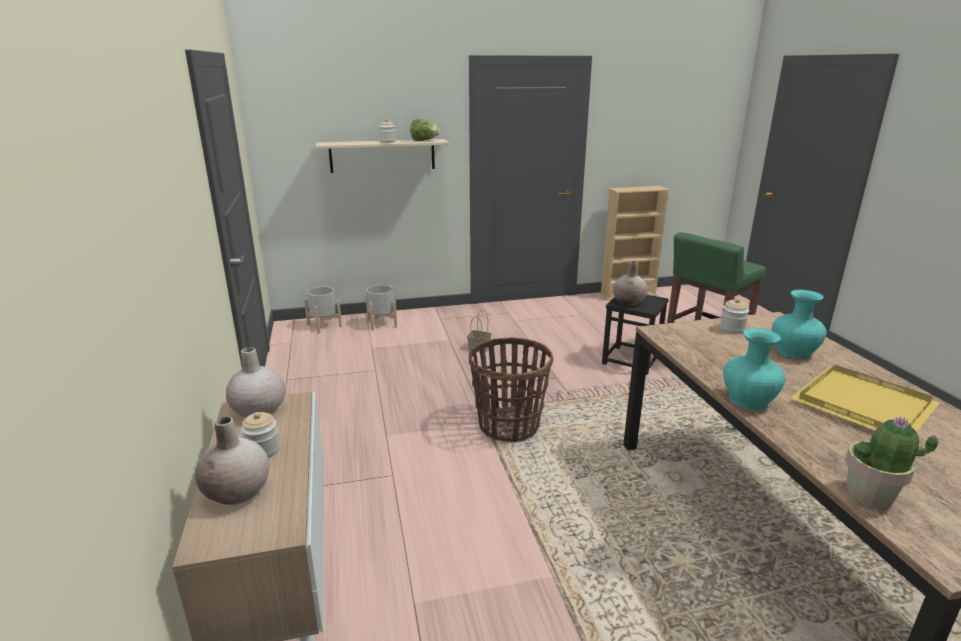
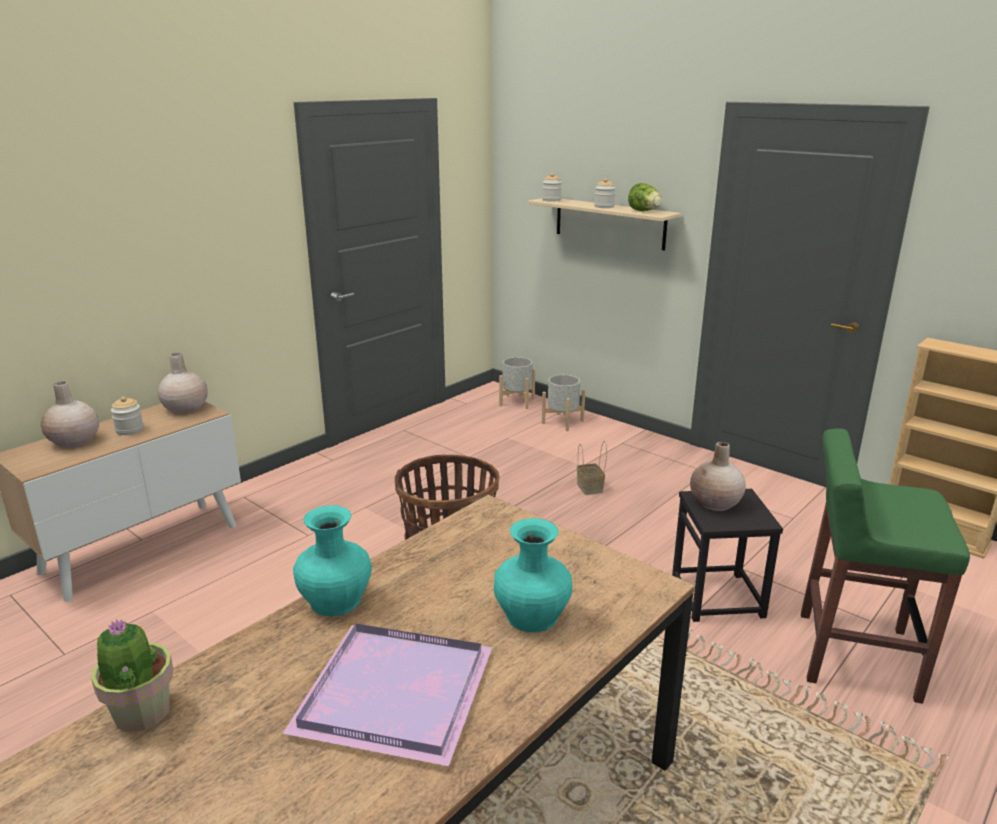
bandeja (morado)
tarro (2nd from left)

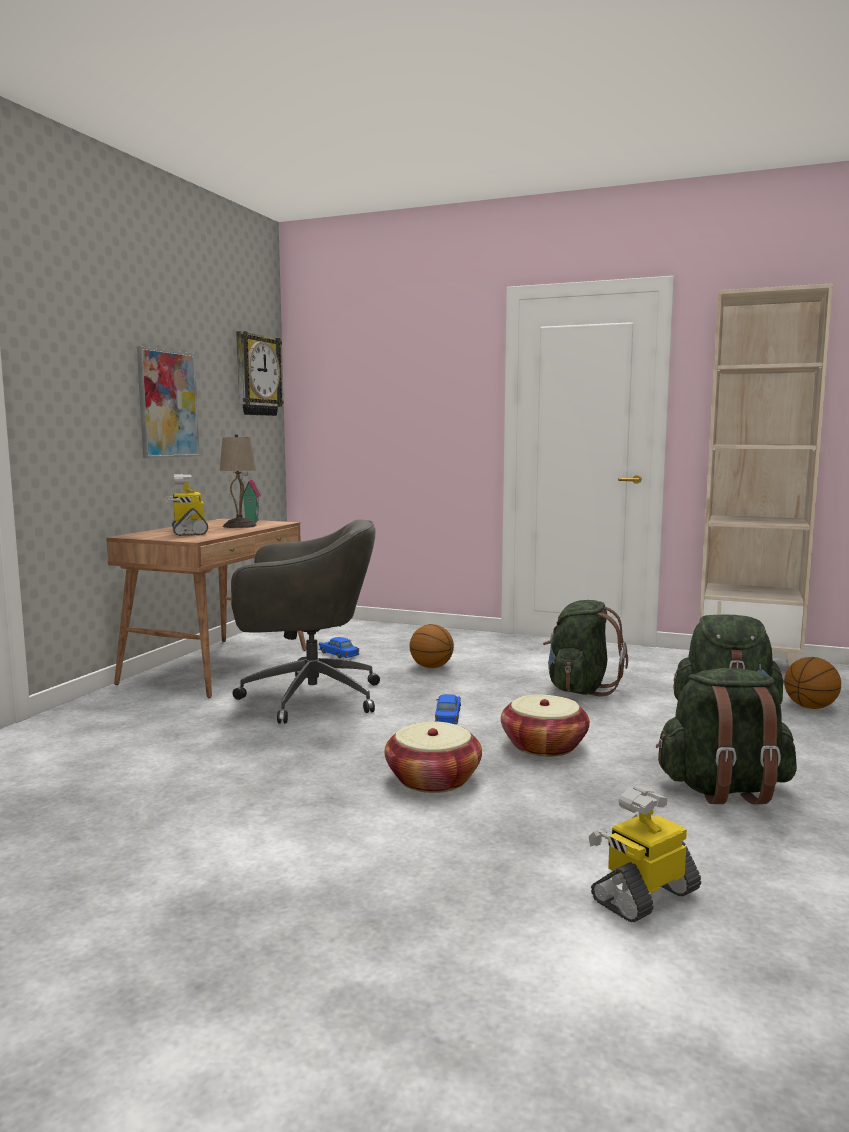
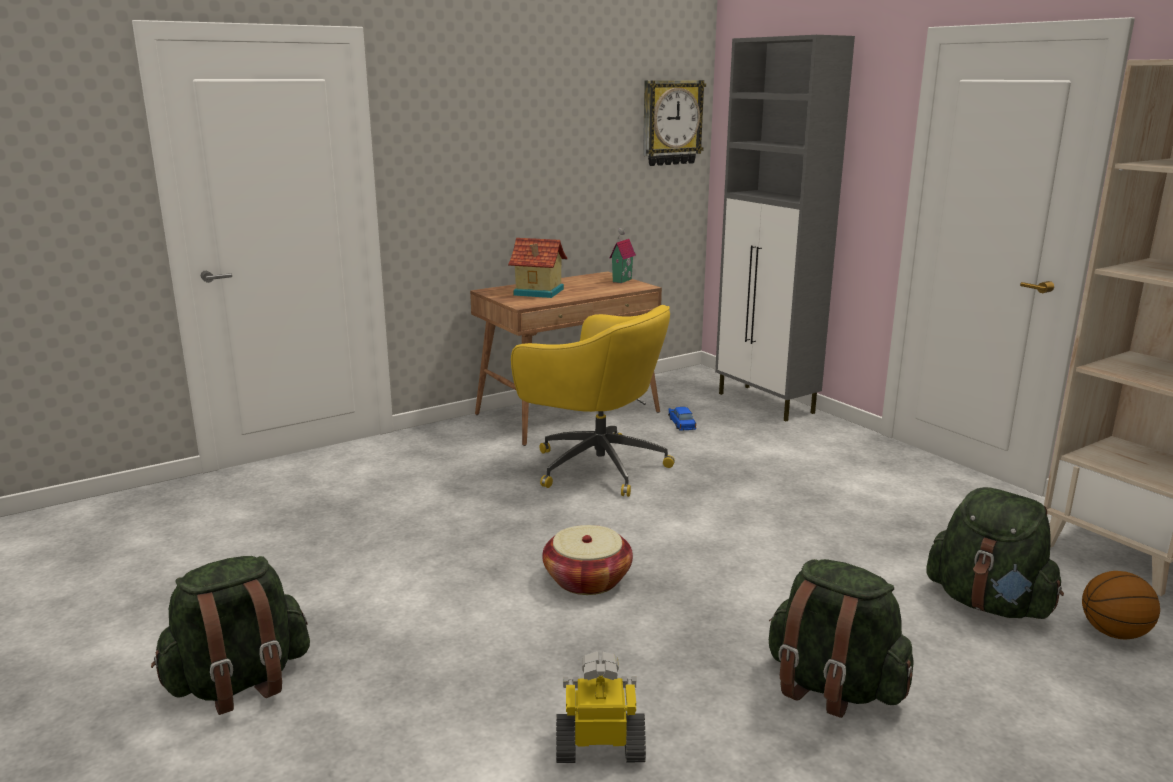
mochila (verde) (1st from left)
casita (1st from left)
silla de oficina (amarillo)
armario (gris)
cuadro
lámpara de mesa (beis)
balón de baloncesto (1st from left in the first image)
coche de juguete (azul) (2nd from left in the first image)
cesta (2nd from left in the first image)

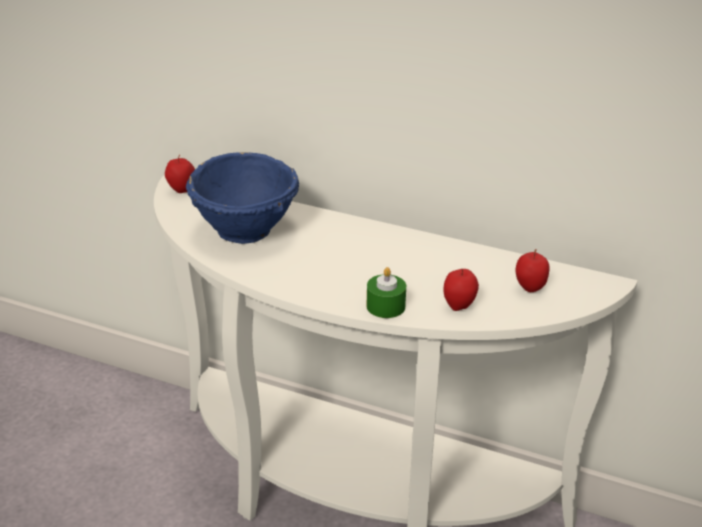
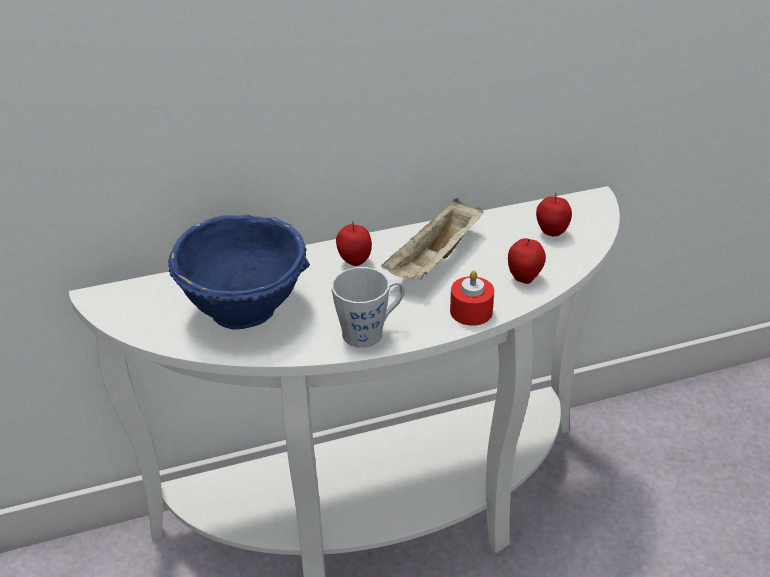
taza grande (gris)
manzana (1st from left)
bandeja (beis)
vela (rojo)

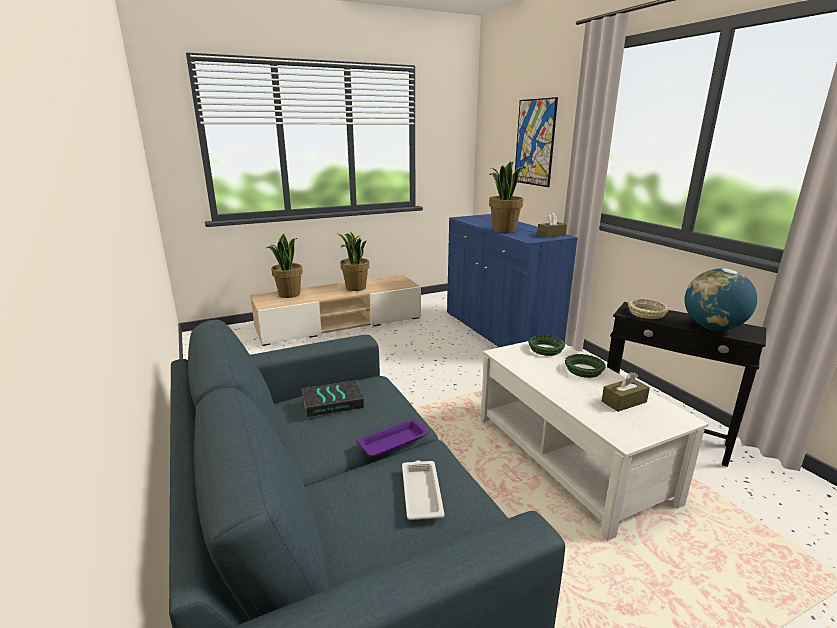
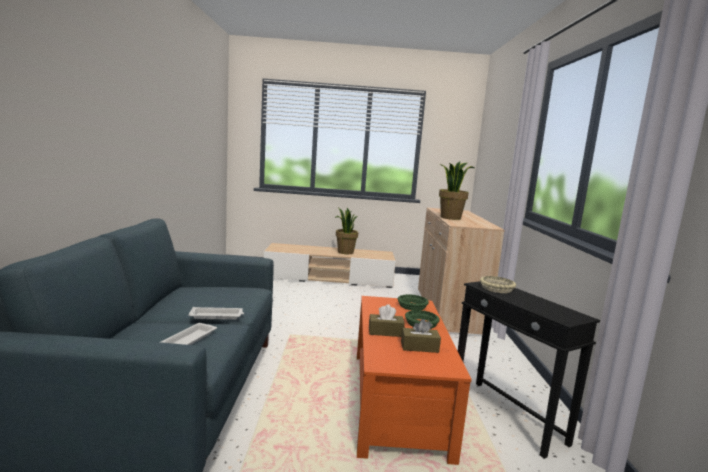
bandeja (blanco) (2nd from left)
mesa de centro (naranja)
caja de pañuelos (marrón) (1st from left)
armario (beis)
planta en maceta (1st from left in the first image)
libro
cuadro
globo terráqueo

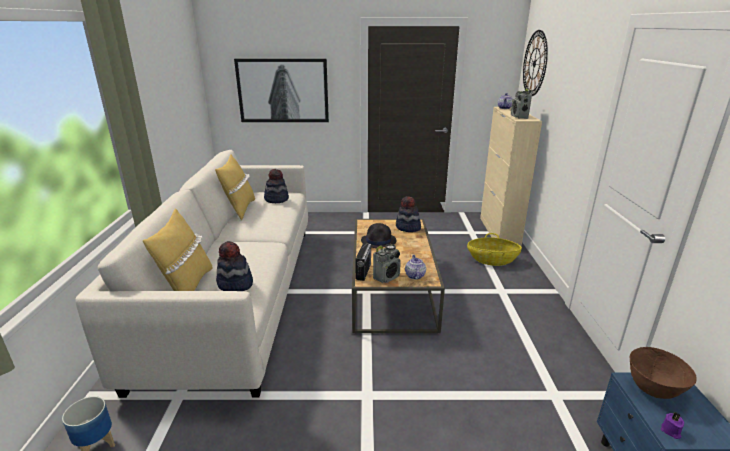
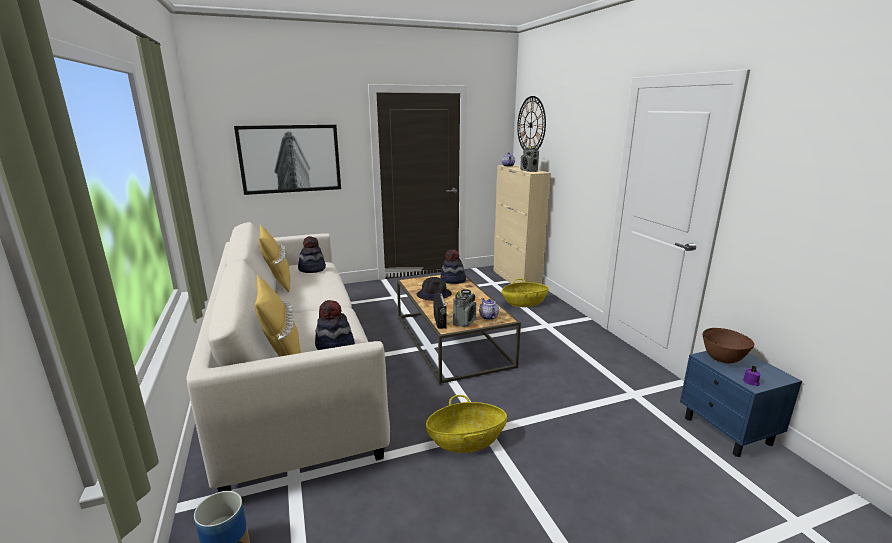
cesta (1st from left)

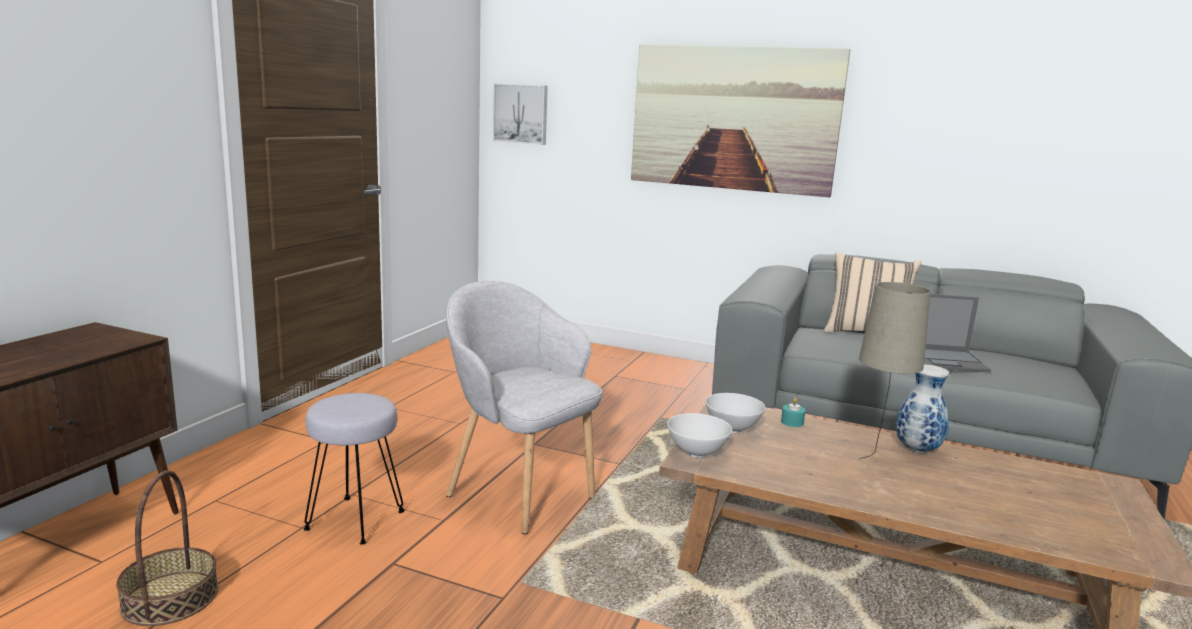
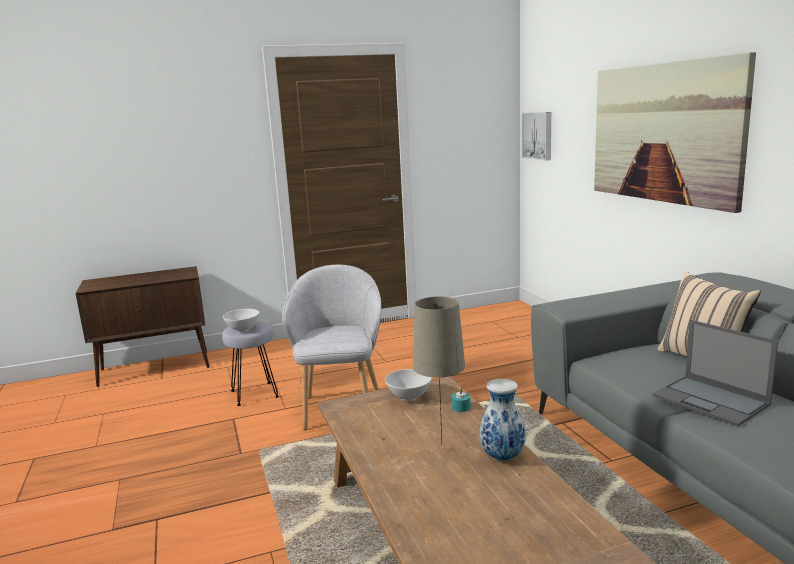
cuenco (blanco) (1st from left)
cesta

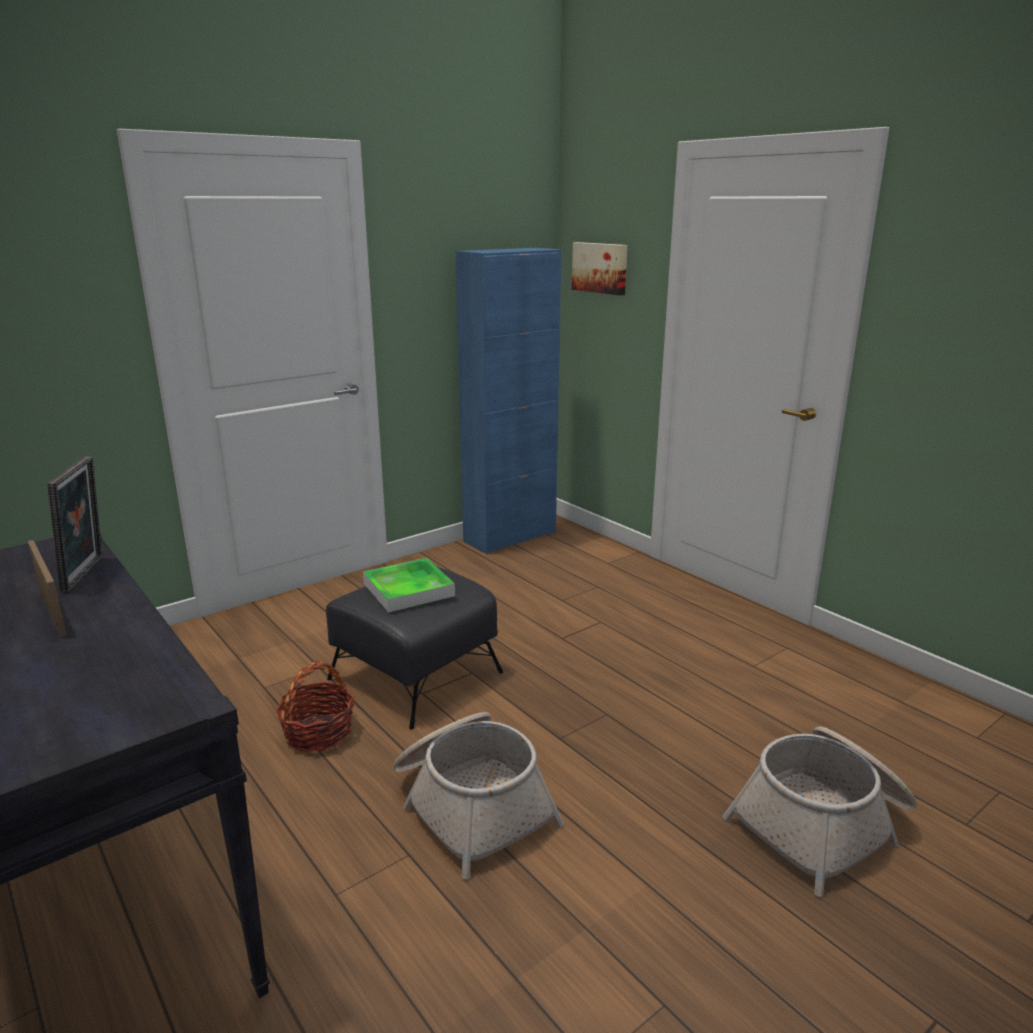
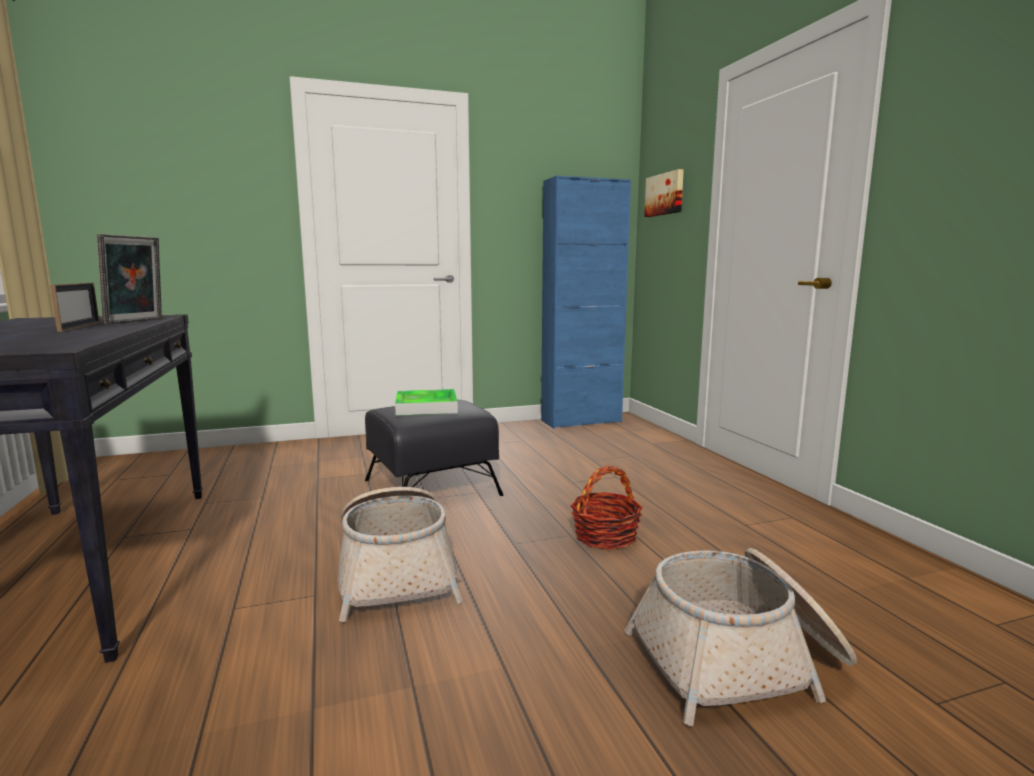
cesta (2nd from left)

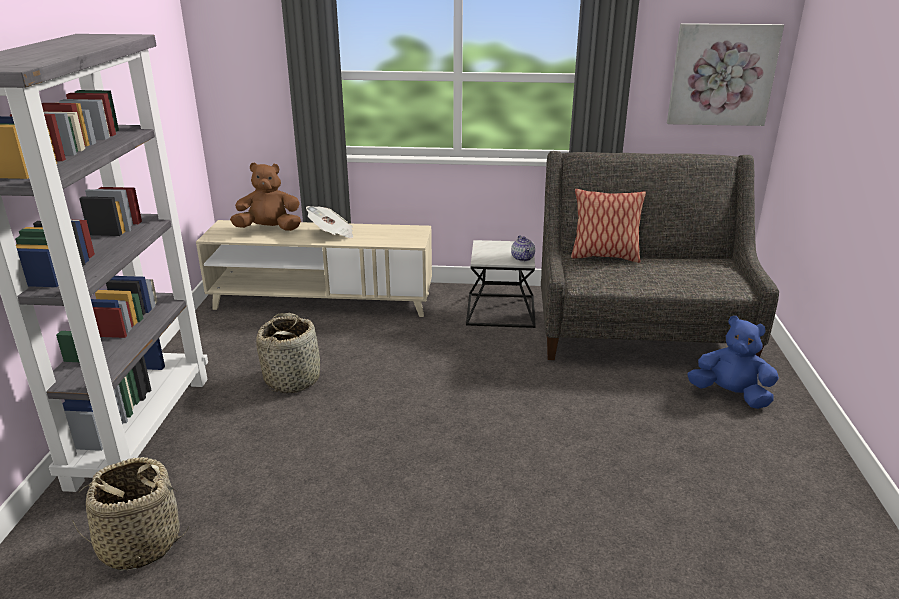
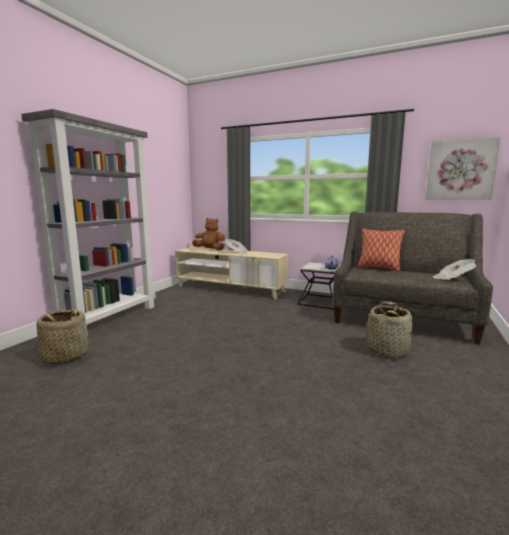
cesta (2nd from left)
periódico (2nd from left)
peluche (azul)

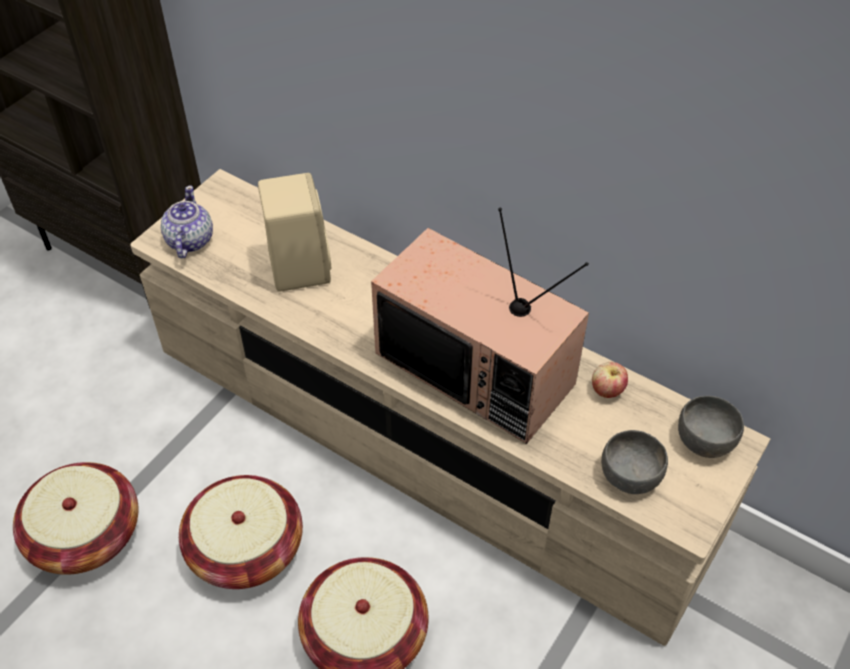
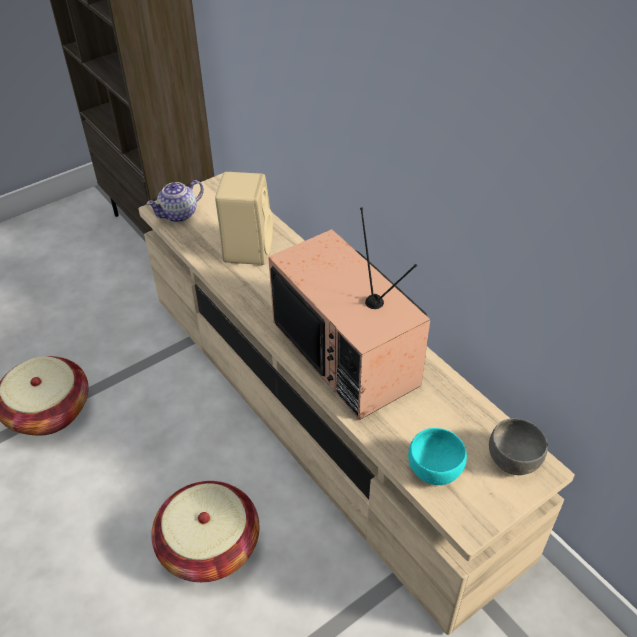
tetera
cuenco (turquesa)
cesta (2nd from left in the first image)
manzana

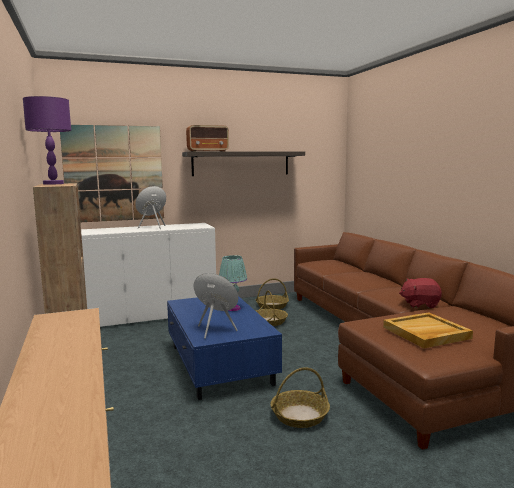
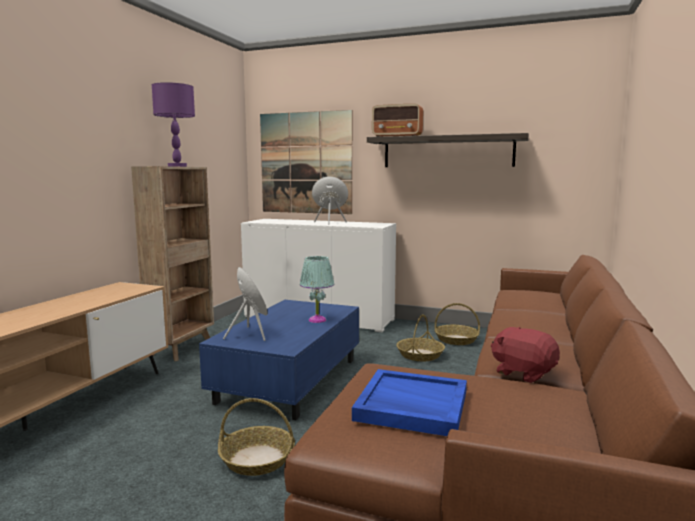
bandeja (azul)

